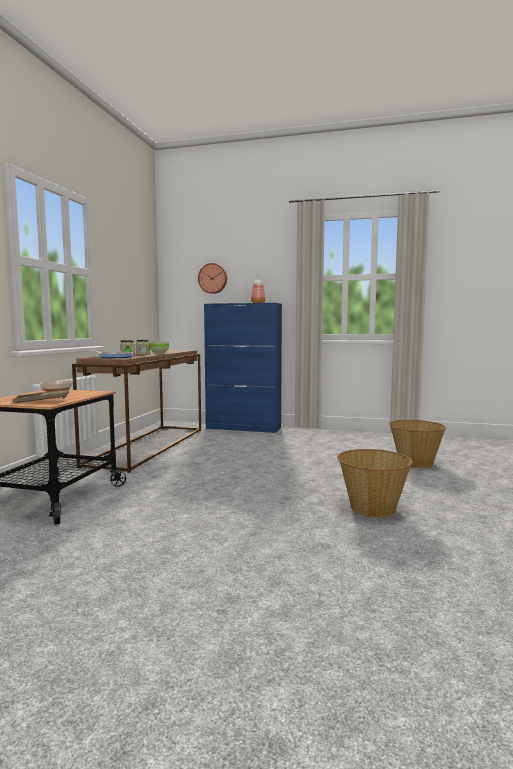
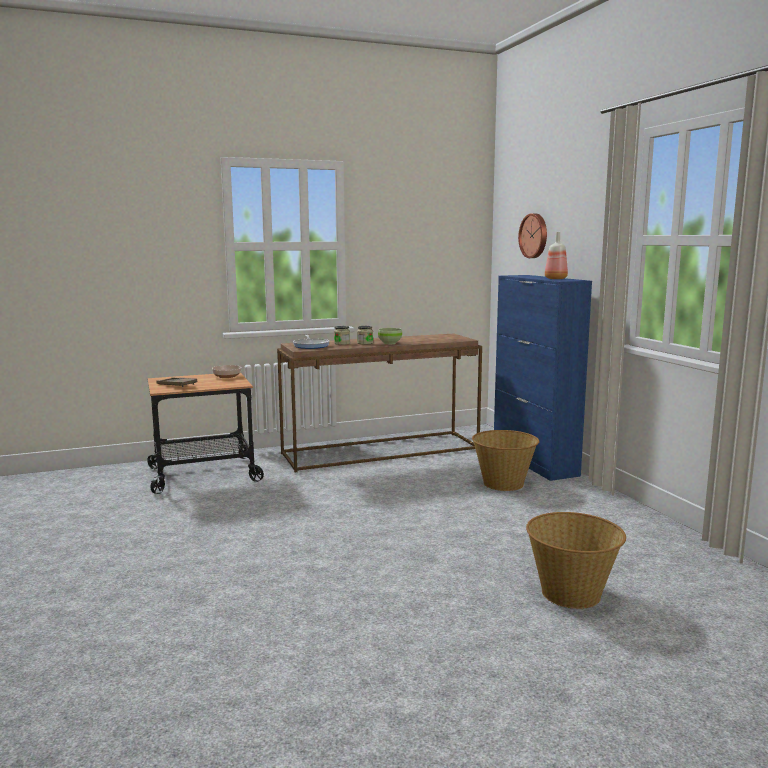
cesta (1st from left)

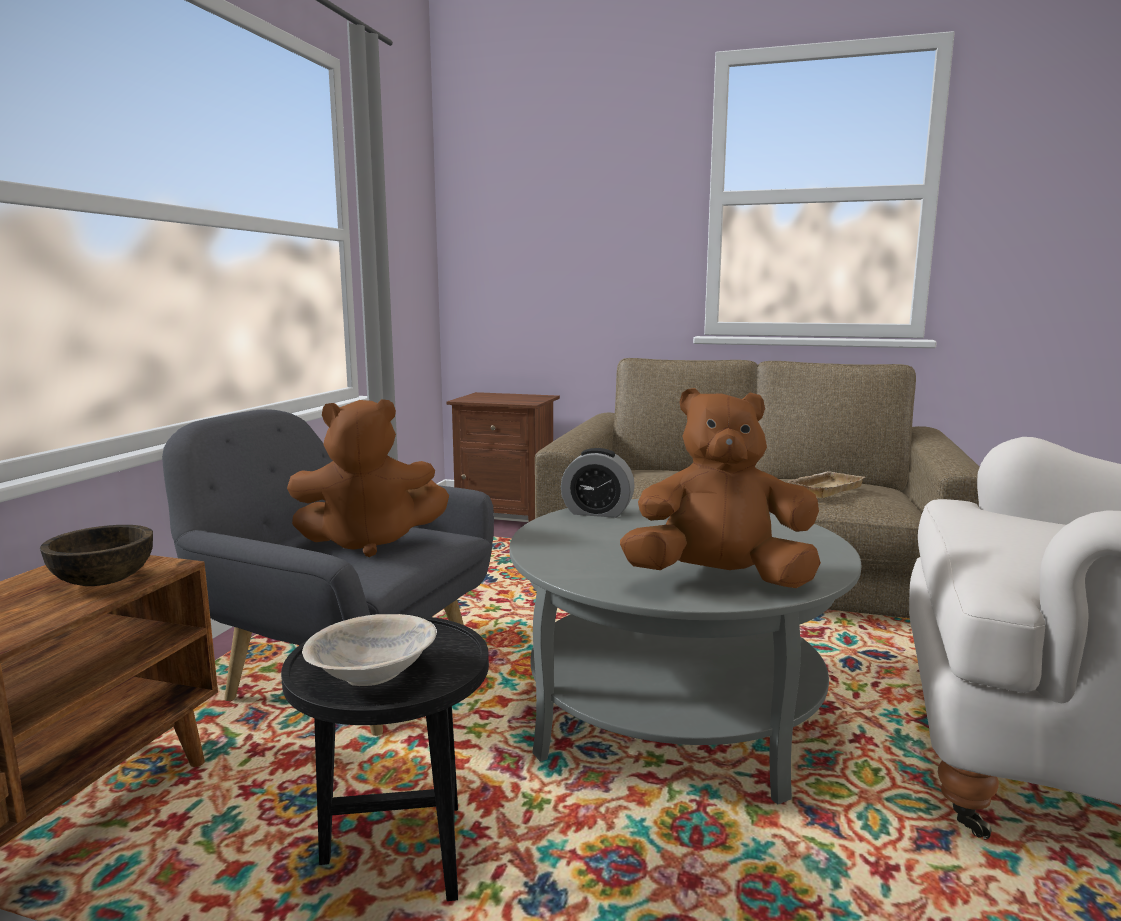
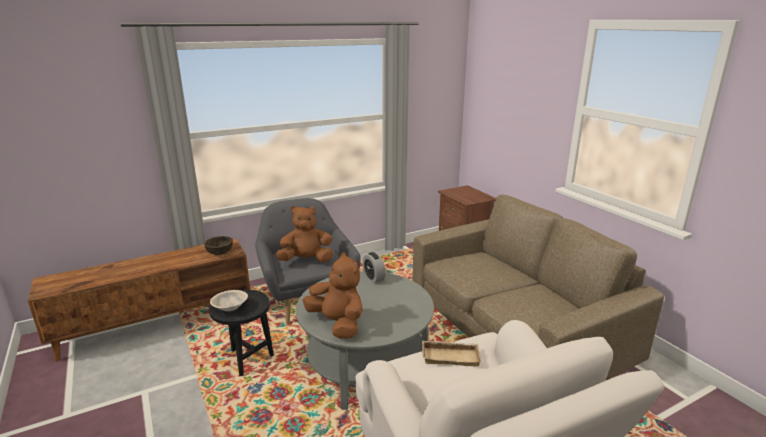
peluche (marrón) (1st from left)
bandeja (beis)

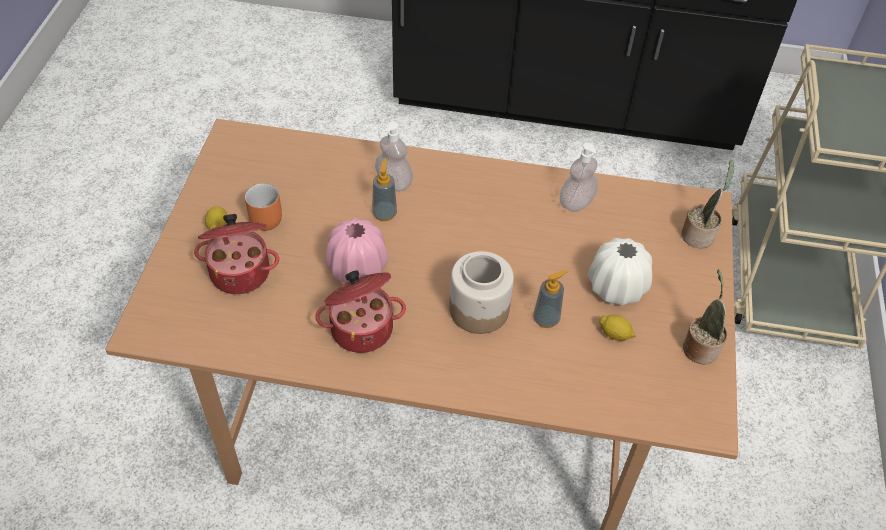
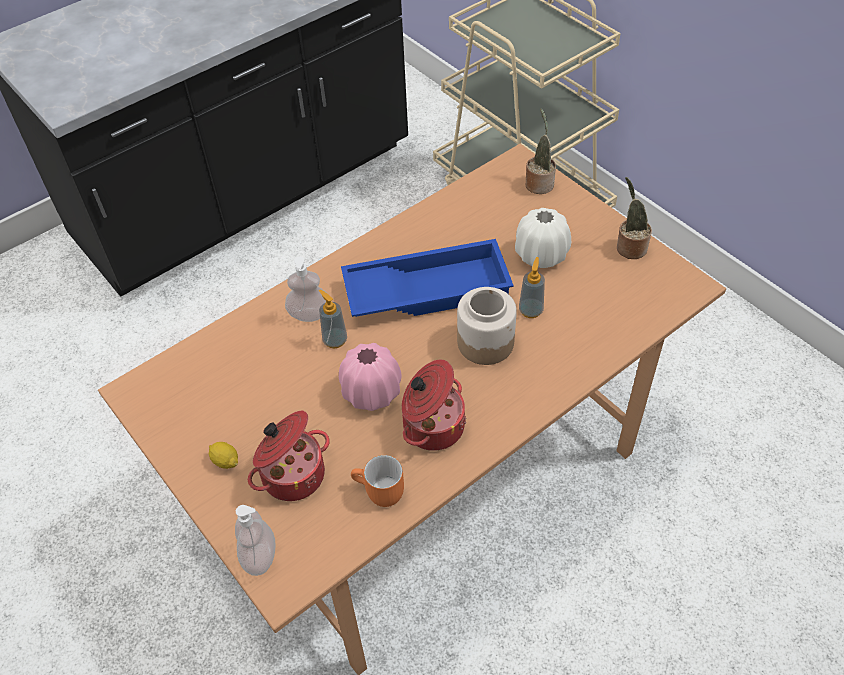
dispensador de jabón (1st from left)
bandeja (azul)
taza grande (naranja)
limón (2nd from left in the first image)

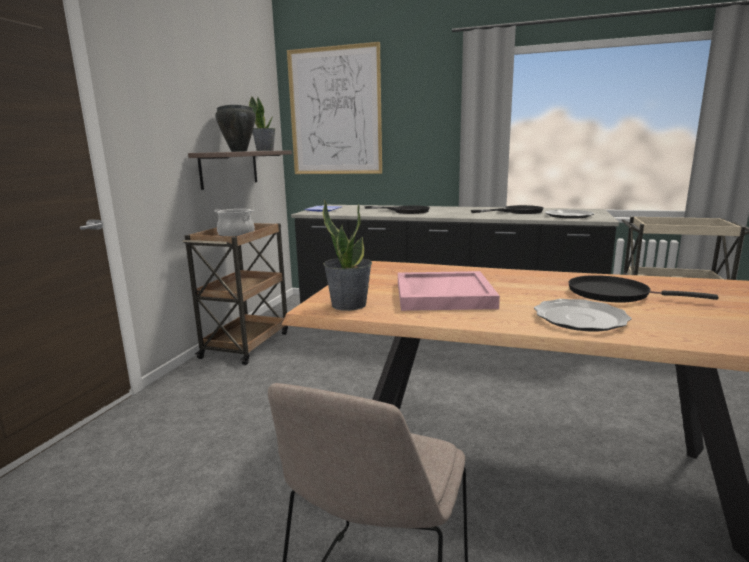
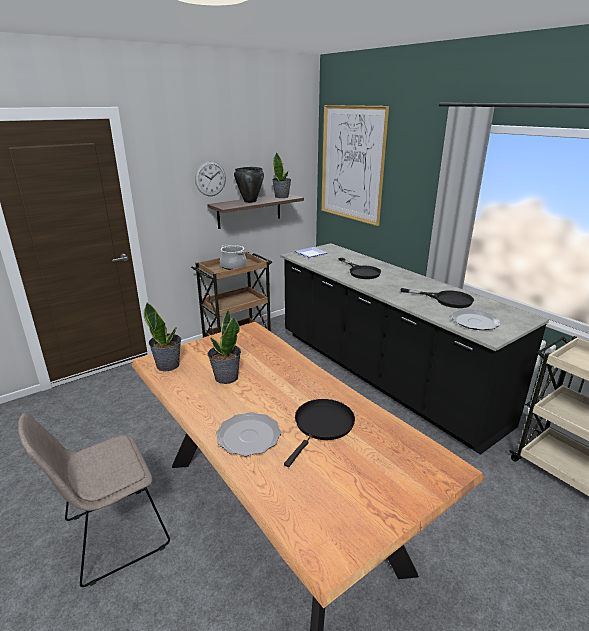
reloj de pared
planta en maceta (2nd from left)
sartén (negro) (1st from left)

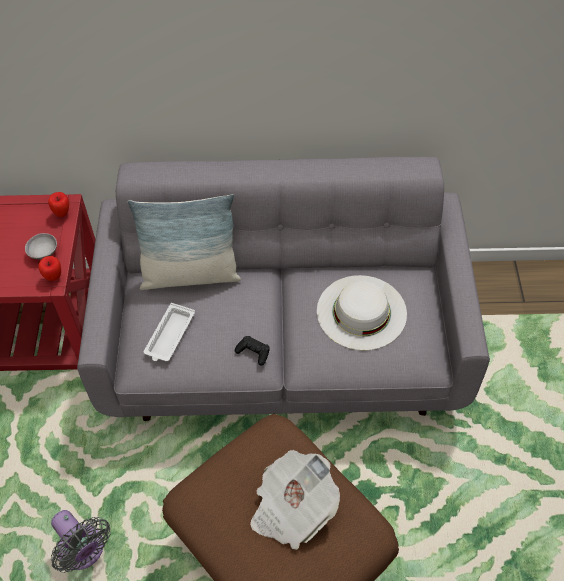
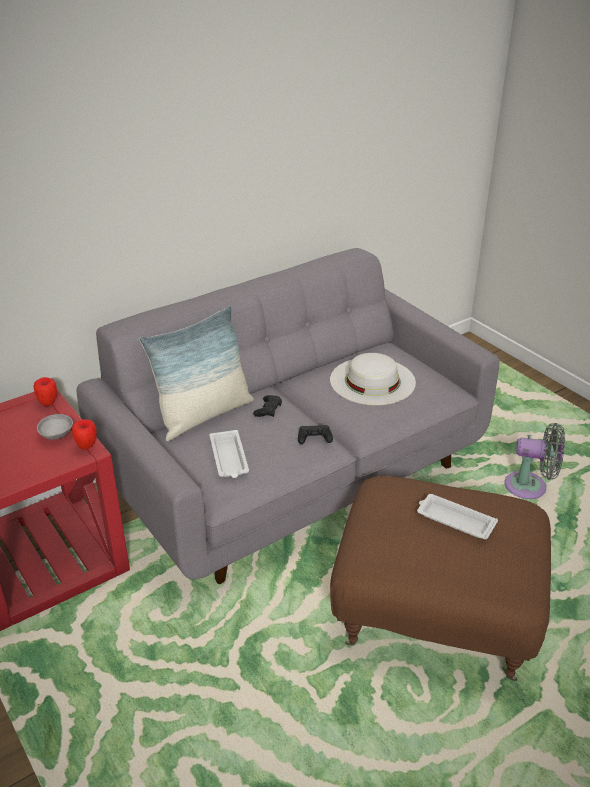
mando de consola (negro) (1st from left)
bandeja (blanco) (2nd from left)
ventilador (gris)

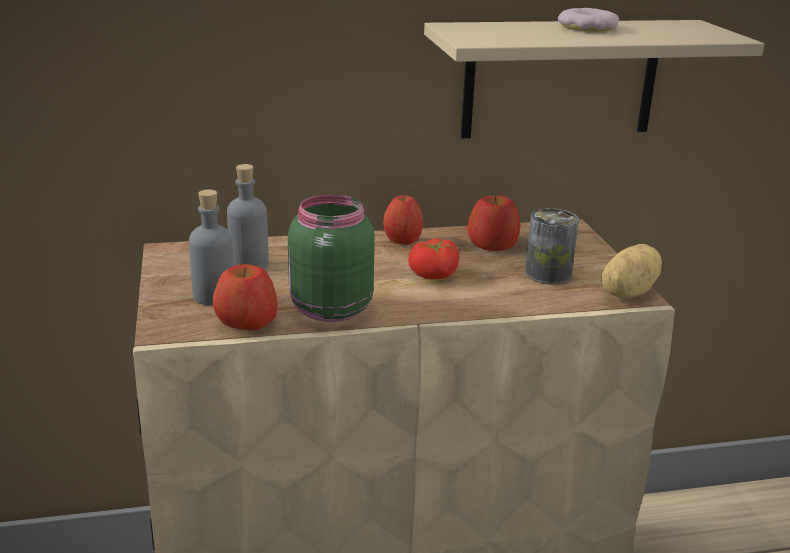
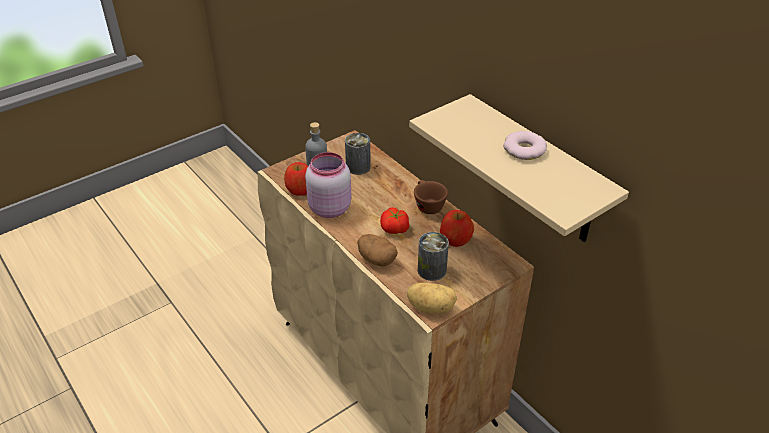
tarro (rosa)
lata (1st from left)
patata (1st from left)
taza (marrón)

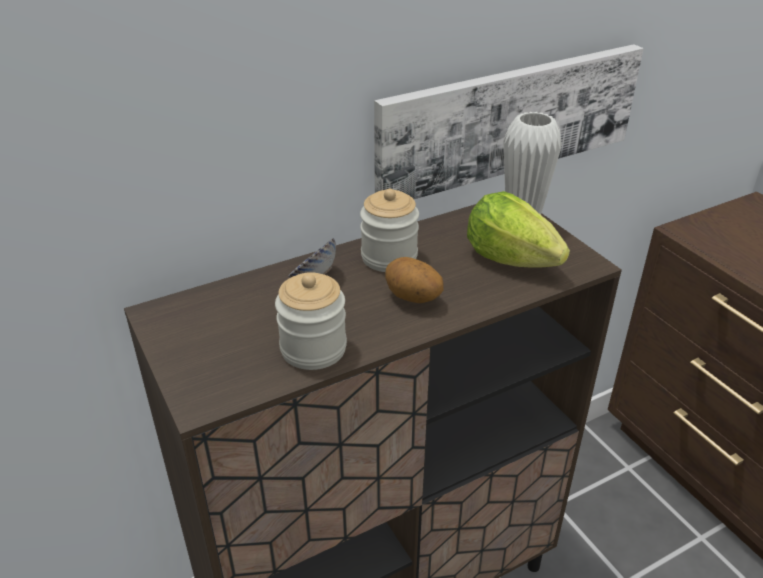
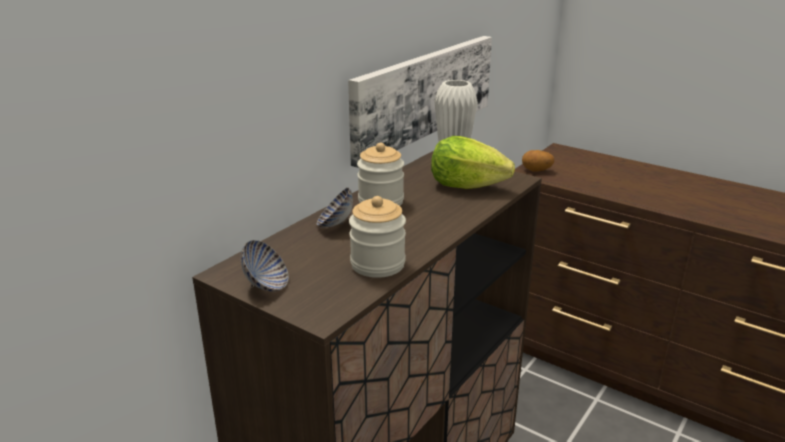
cuenco (1st from left)
patata

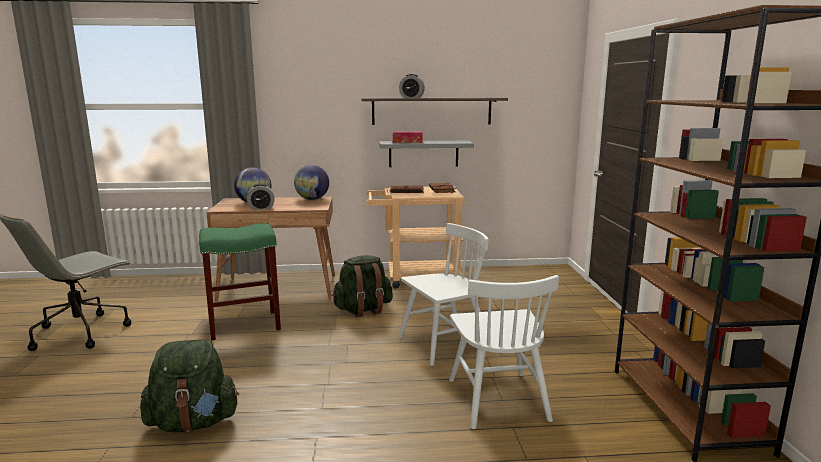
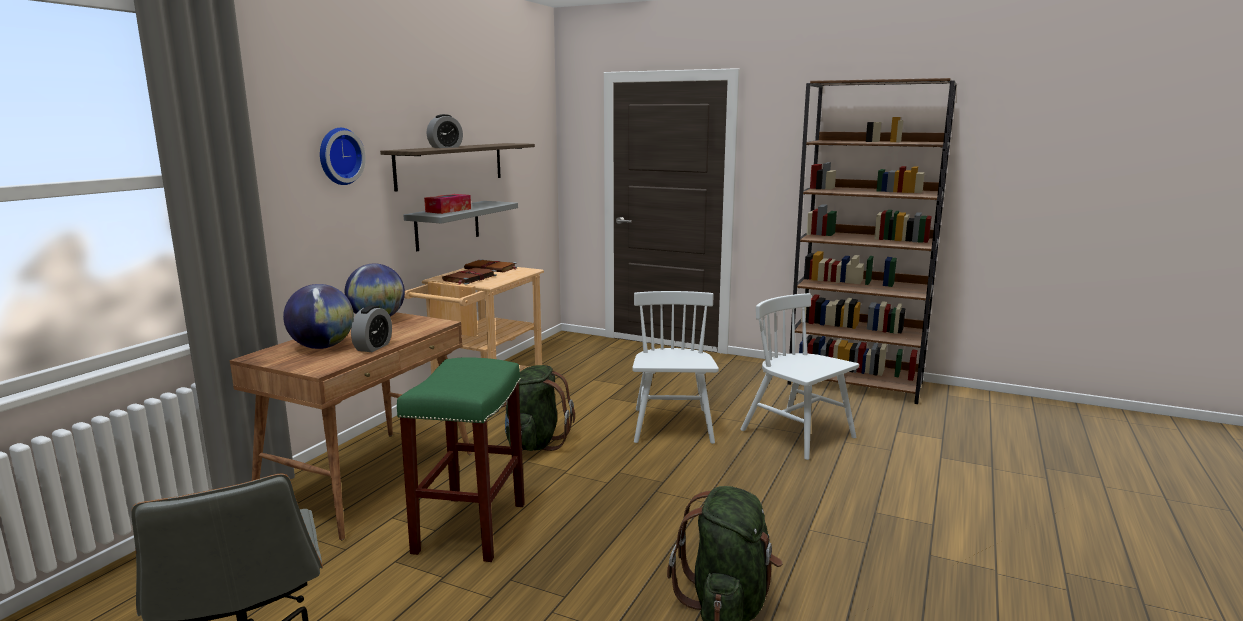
reloj de pared
silla (blanco) (2nd from left)

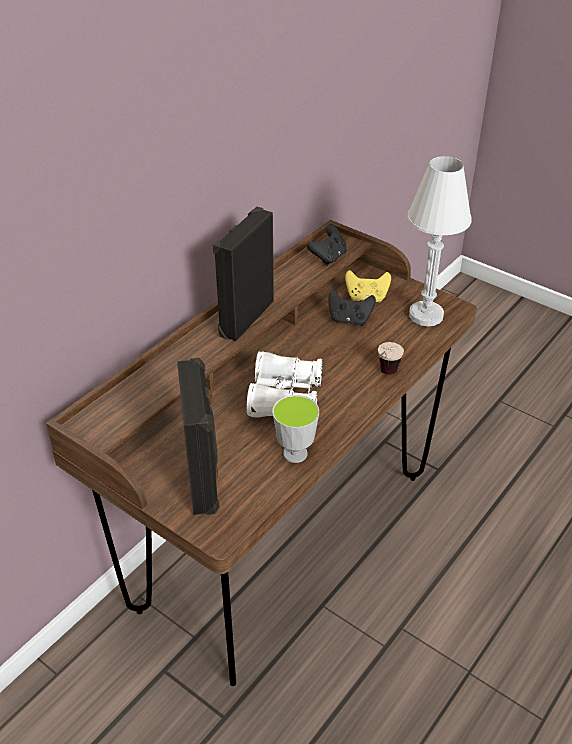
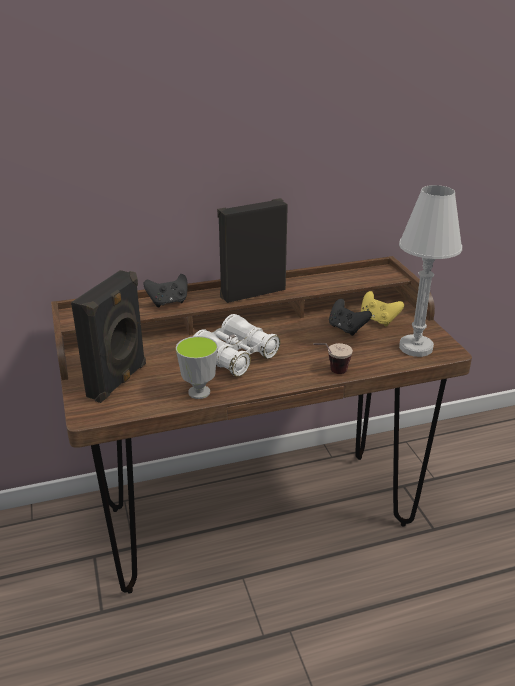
mando de consola (negro) (1st from left)

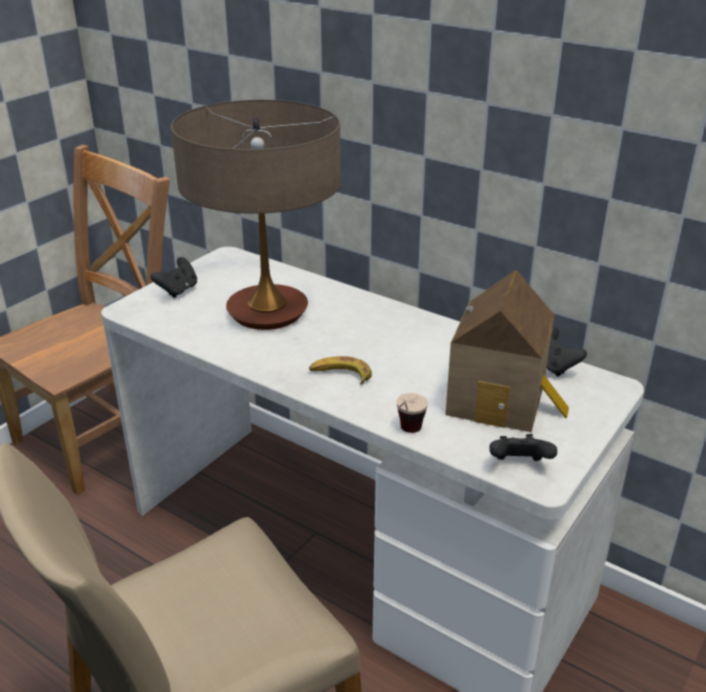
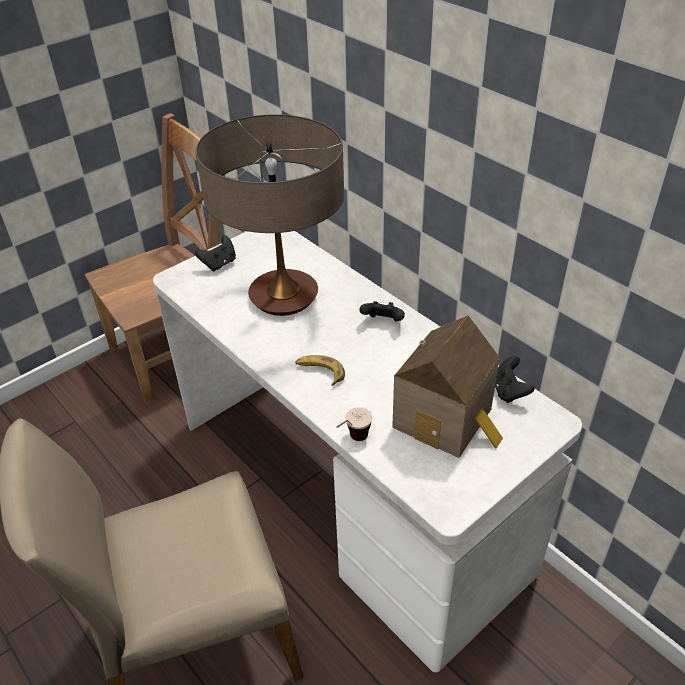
mando de consola (negro) (2nd from left)

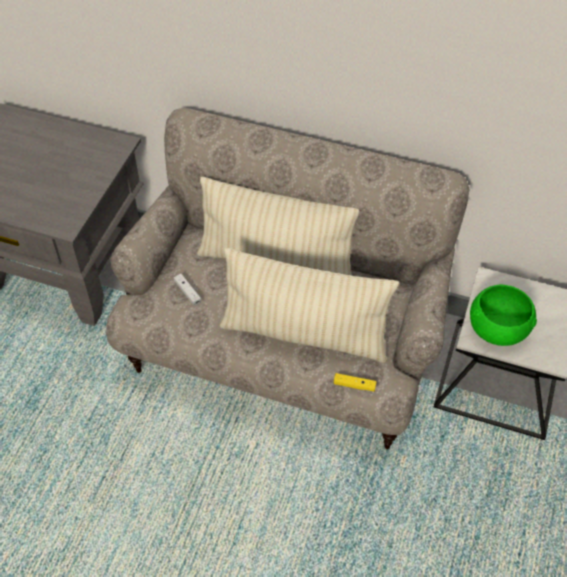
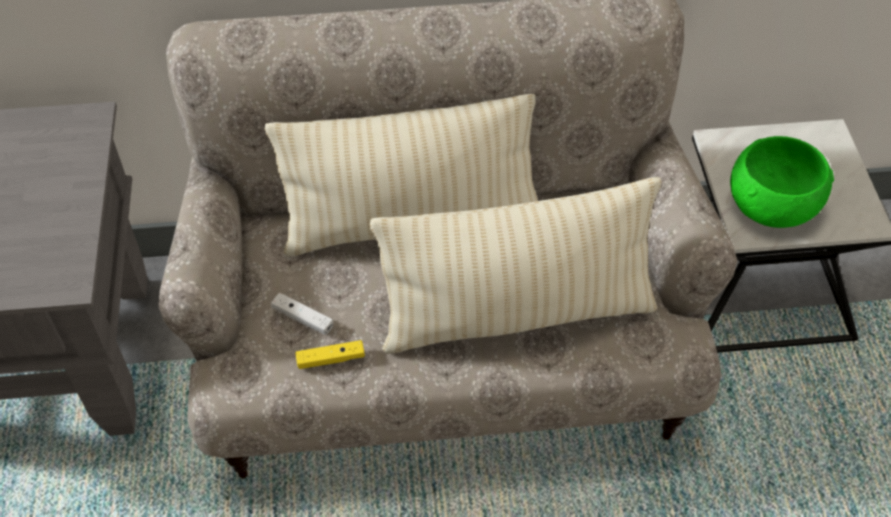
mando de consola (amarillo)

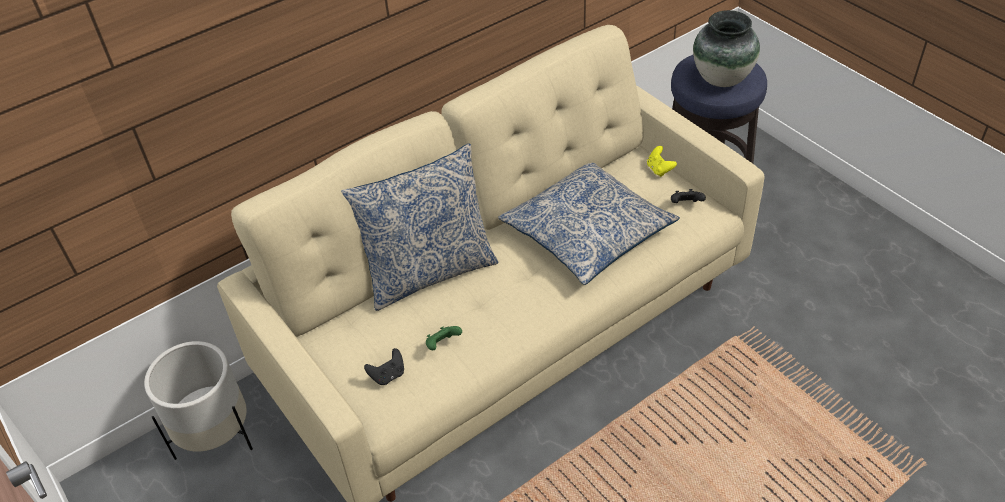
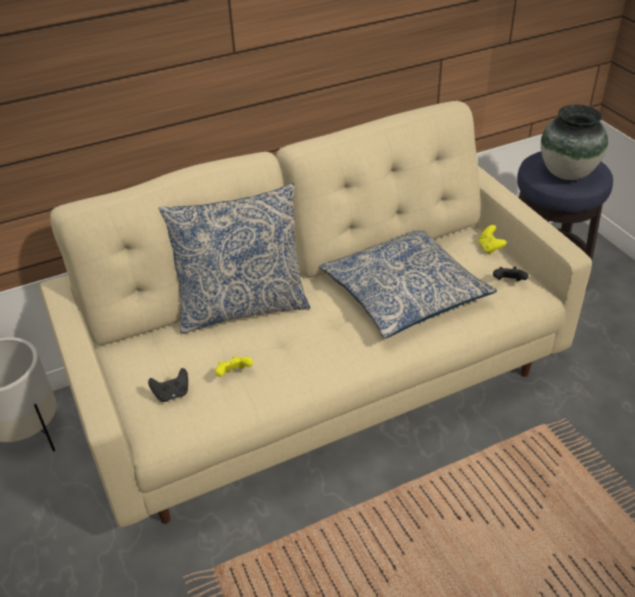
mando de consola (amarillo) (1st from left)

